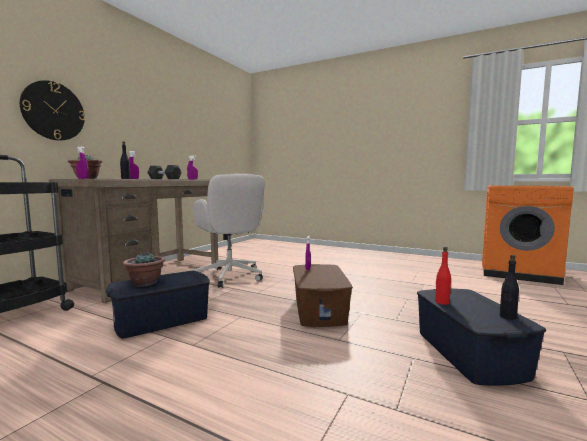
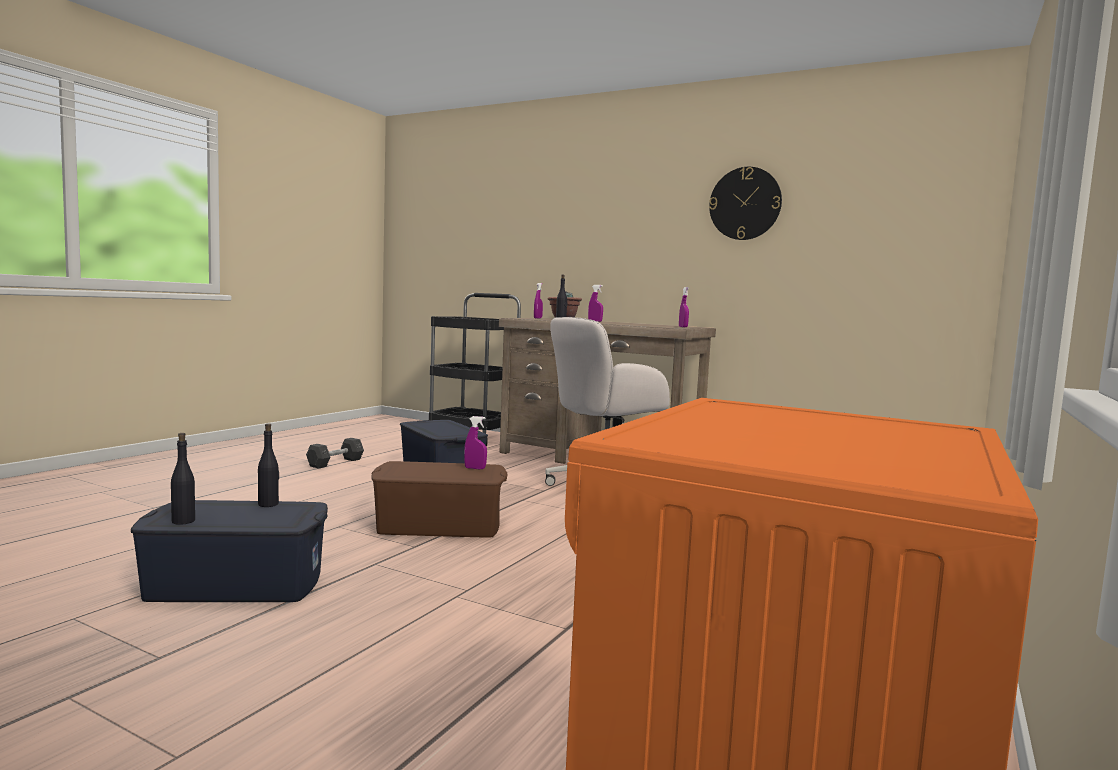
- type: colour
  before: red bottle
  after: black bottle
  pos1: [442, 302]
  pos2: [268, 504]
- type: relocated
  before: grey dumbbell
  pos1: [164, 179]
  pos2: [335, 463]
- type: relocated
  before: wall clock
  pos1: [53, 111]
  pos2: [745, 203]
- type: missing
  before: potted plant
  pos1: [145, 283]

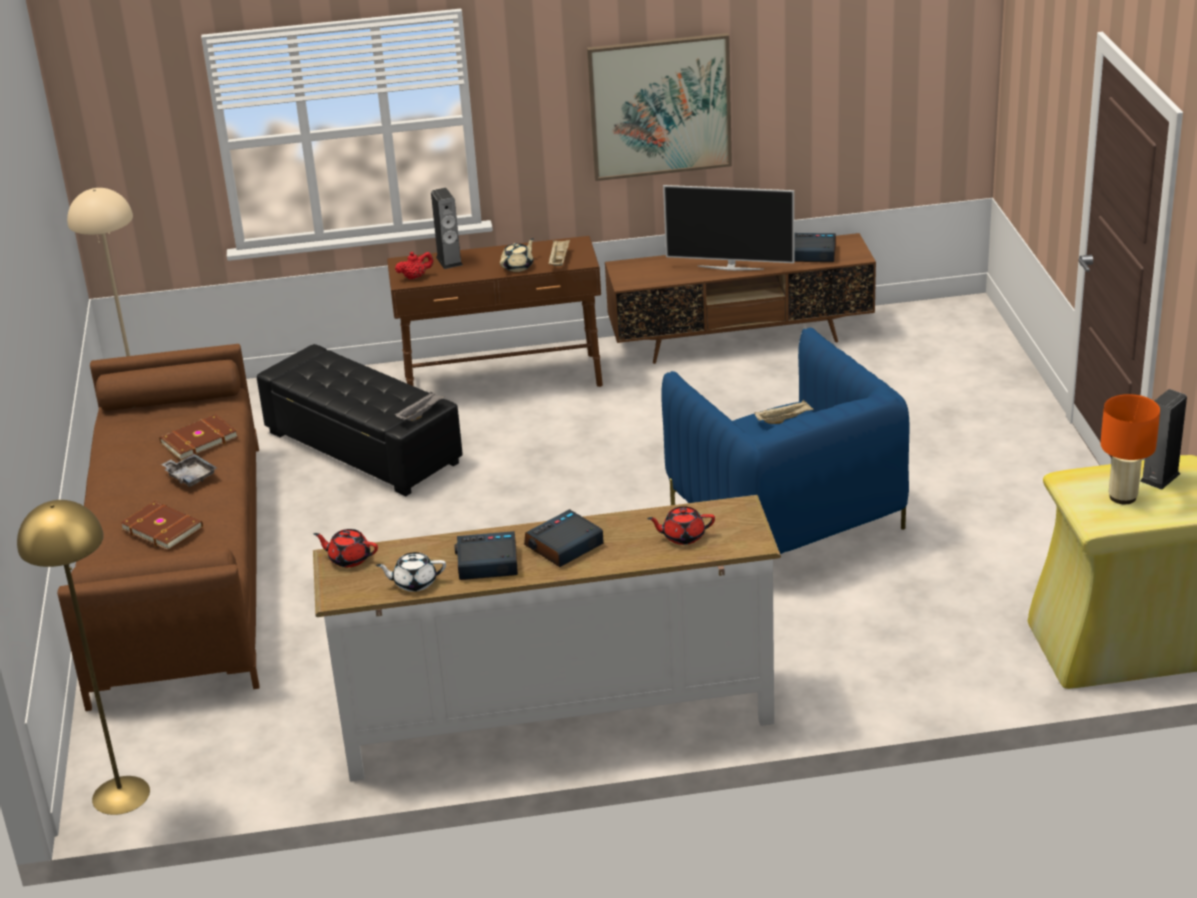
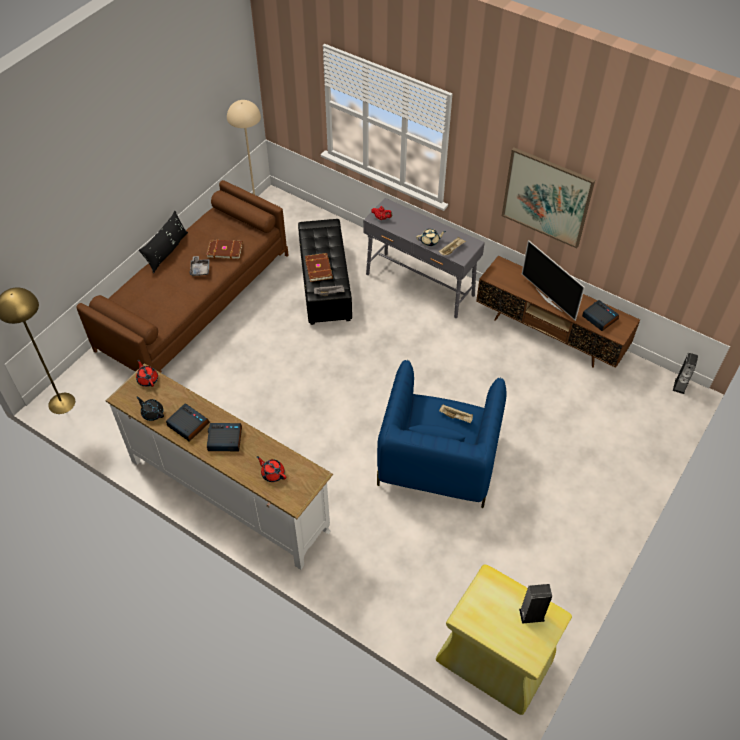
- type: colour
  before: white teapot
  after: black teapot
  pos1: [414, 583]
  pos2: [152, 413]
- type: appeared
  after: black pillow
  pos2: [167, 251]
- type: relocated
  before: brown book
  pos1: [163, 528]
  pos2: [319, 268]
- type: colour
  before: brown console table
  after: grey console table
  pos1: [503, 382]
  pos2: [419, 285]
- type: relocated
  before: speaker
  pos1: [449, 261]
  pos2: [679, 386]
- type: missing
  before: orange table lamp
  pos1: [1123, 497]

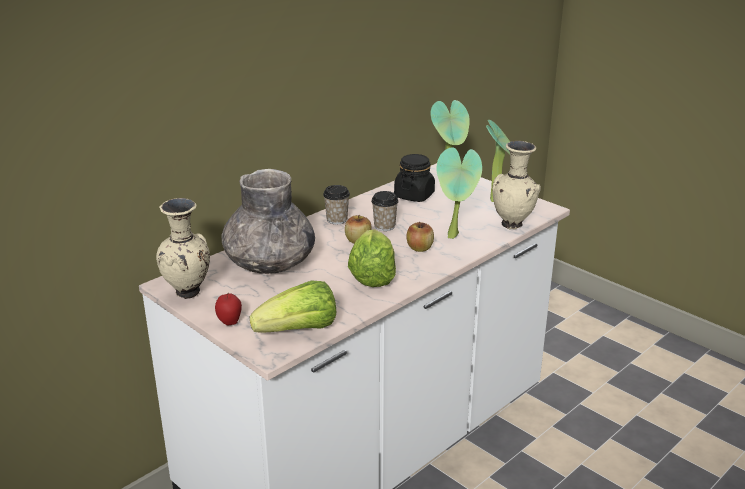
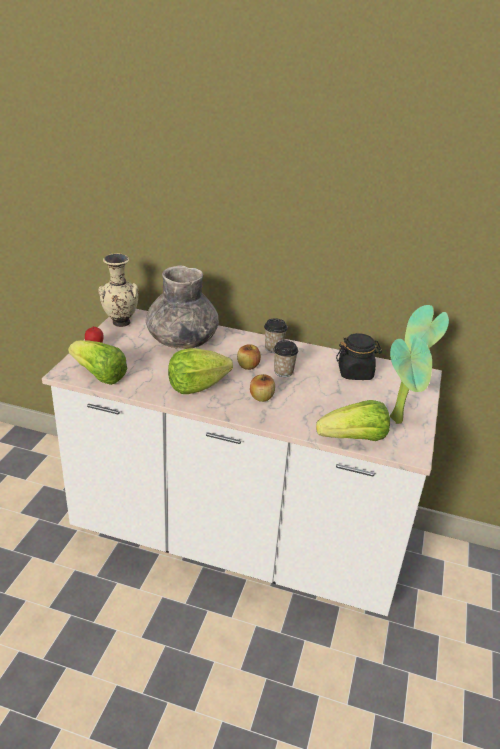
- type: exchanged
  before: beige vase
  after: lettuce
  pos1: [513, 225]
  pos2: [354, 439]
- type: missing
  before: potted plant
  pos1: [455, 236]

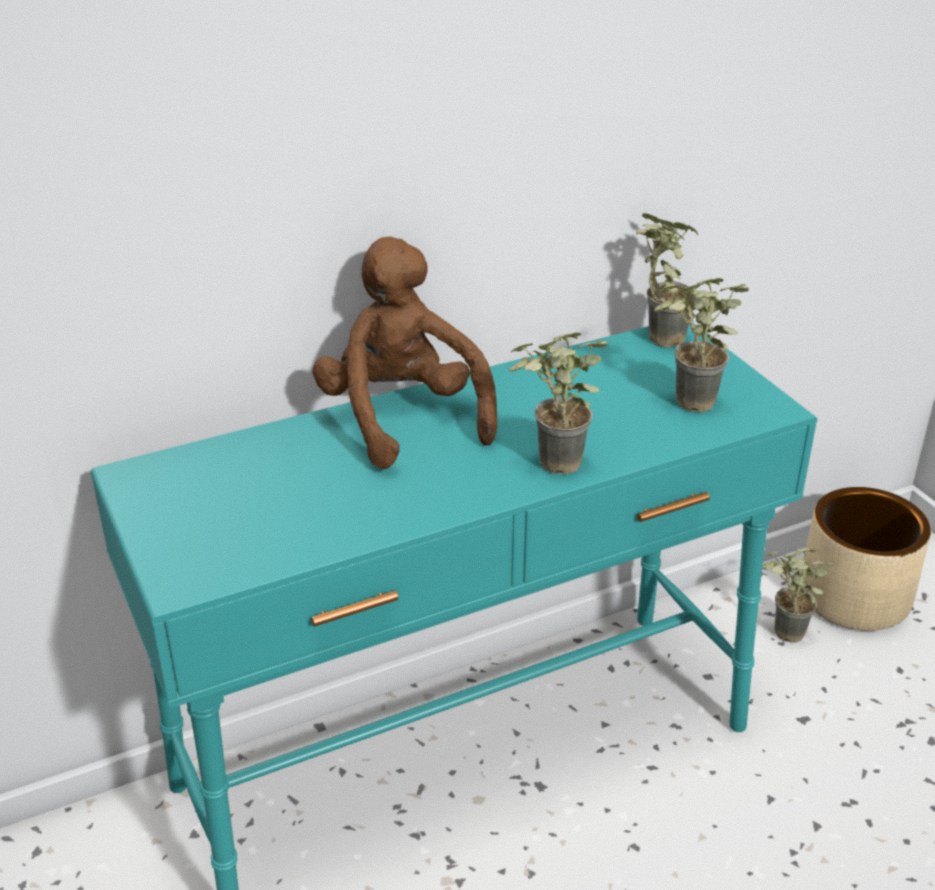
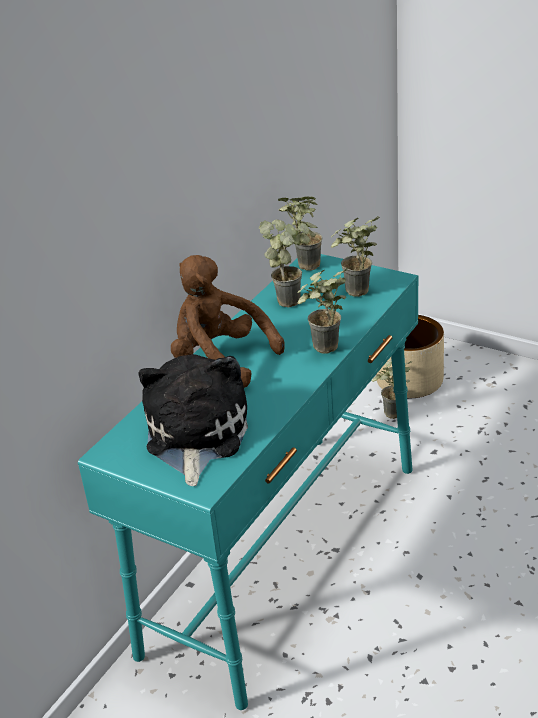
- type: appeared
  after: plush toy
  pos2: [195, 436]
- type: appeared
  after: potted plant
  pos2: [291, 298]

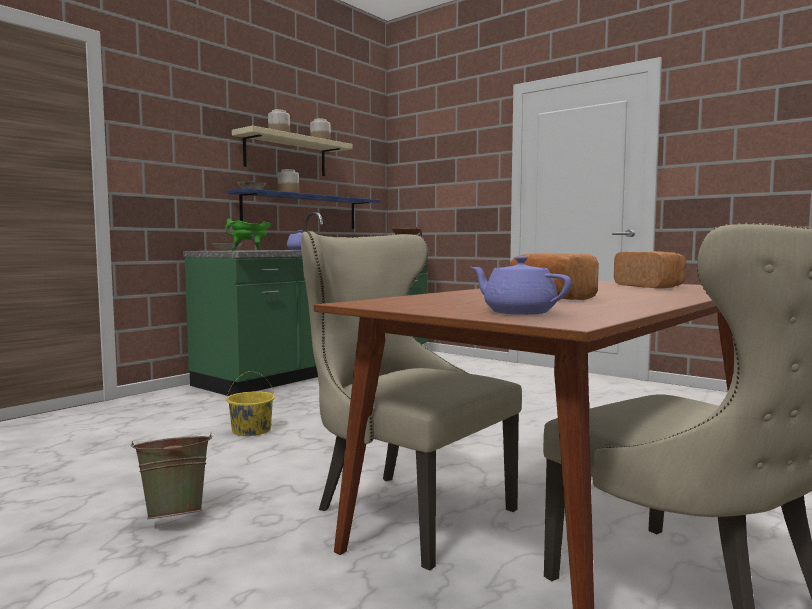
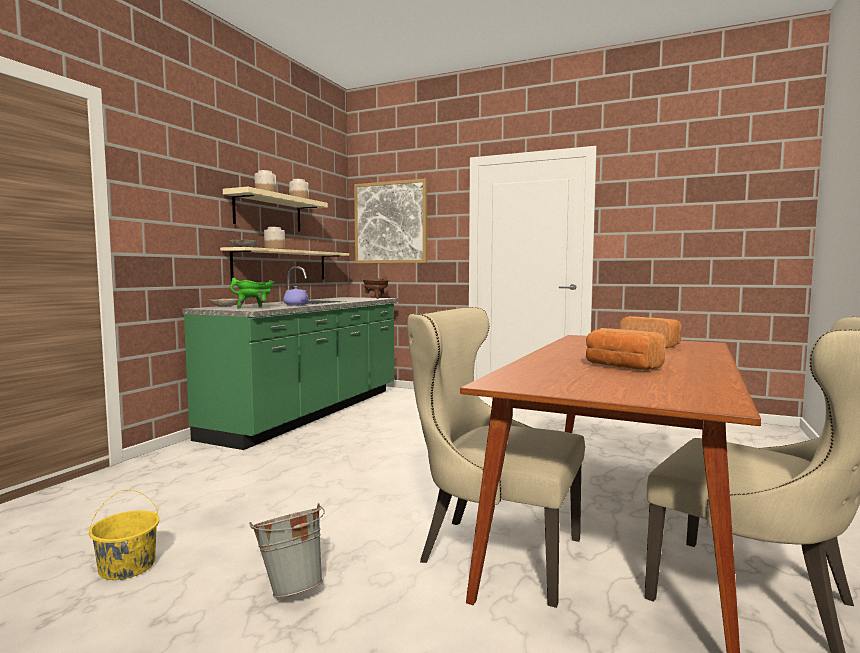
- type: relocated
  before: yellow bucket
  pos1: [251, 430]
  pos2: [126, 567]
- type: colour
  before: blue shelf
  after: beige shelf
  pos1: [301, 212]
  pos2: [282, 265]
- type: colour
  before: green bucket
  after: grey bucket
  pos1: [176, 515]
  pos2: [291, 587]
- type: appeared
  after: picture
  pos2: [390, 222]
- type: missing
  before: purple teapot
  pos1: [517, 312]

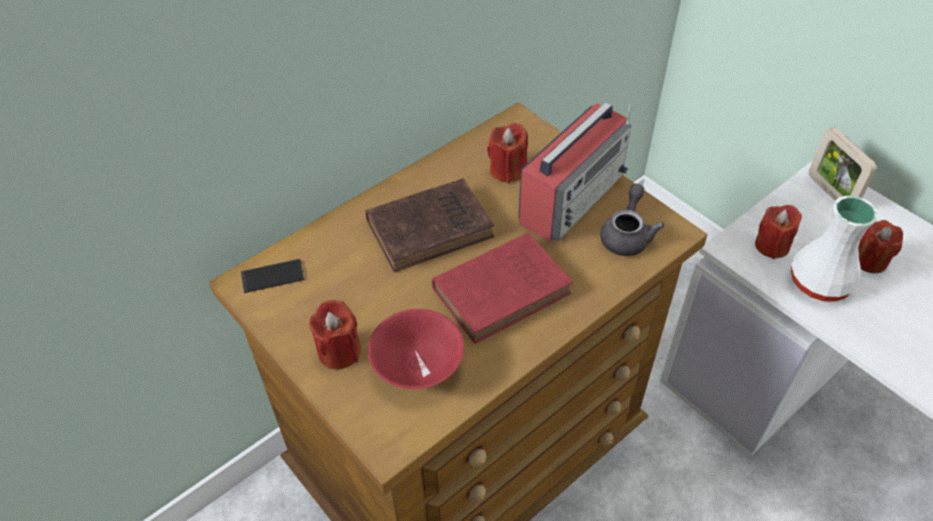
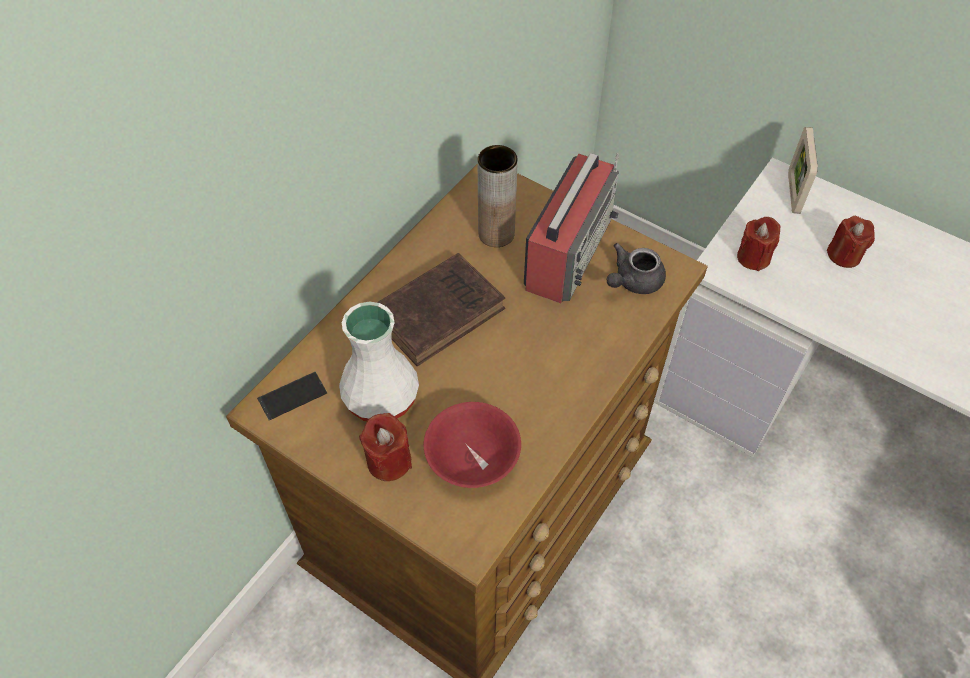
- type: relocated
  before: white vase
  pos1: [820, 284]
  pos2: [381, 399]
- type: exchanged
  before: red candle
  after: brown vase
  pos1: [507, 170]
  pos2: [496, 234]
- type: spun
  before: grey teapot
  pos1: [627, 235]
  pos2: [633, 281]
  turn: -135
- type: spun
  before: picture frame
  pos1: [830, 193]
  pos2: [793, 193]
  turn: 45
- type: missing
  before: red book
  pos1: [504, 290]

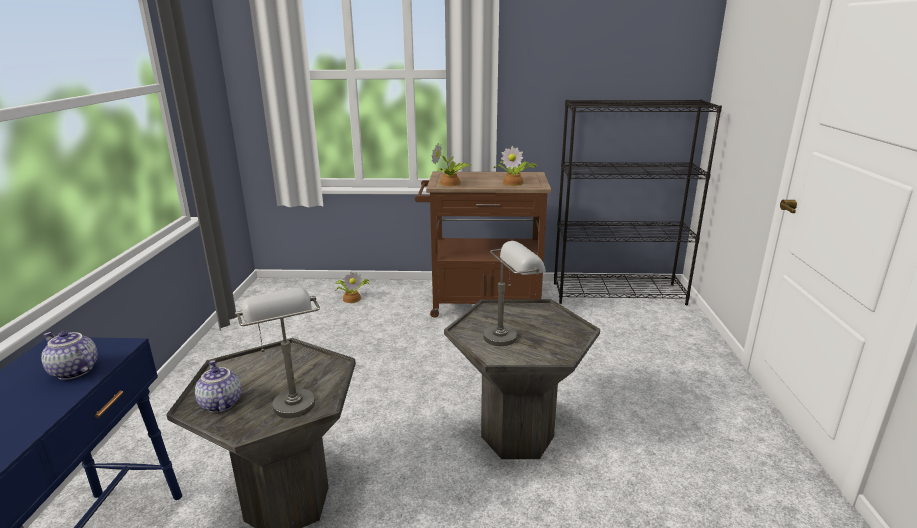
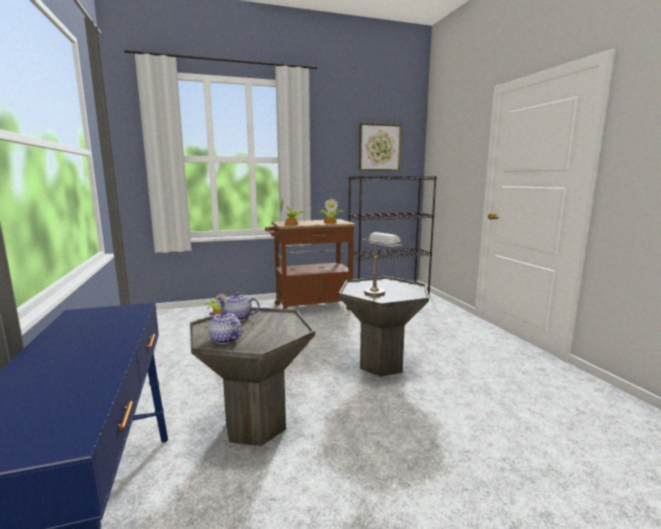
- type: relocated
  before: teapot
  pos1: [73, 371]
  pos2: [238, 318]
- type: appeared
  after: picture
  pos2: [379, 147]
- type: missing
  before: grey table lamp
  pos1: [289, 397]

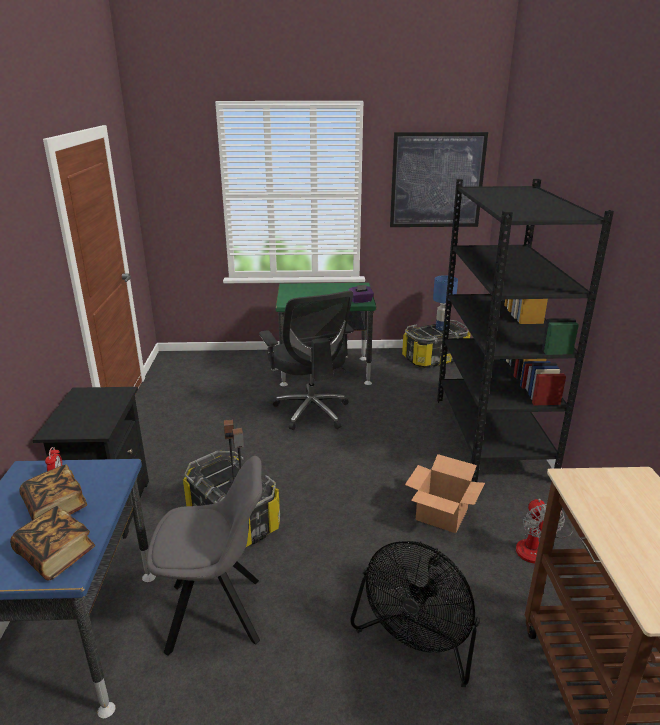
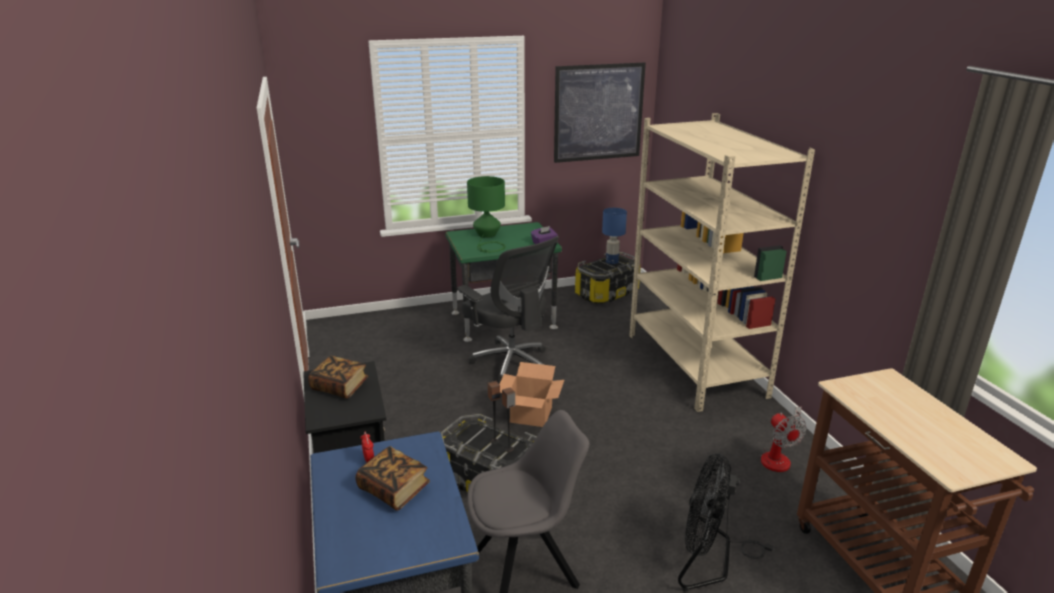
- type: relocated
  before: book
  pos1: [56, 555]
  pos2: [340, 387]
- type: appeared
  after: green table lamp
  pos2: [488, 239]
- type: relocated
  before: cardboard box
  pos1: [442, 514]
  pos2: [531, 414]
- type: colour
  before: black bookcase
  after: beige bookcase
  pos1: [490, 437]
  pos2: [695, 364]
- type: spun
  before: black fan
  pos1: [414, 637]
  pos2: [711, 553]
  turn: 90

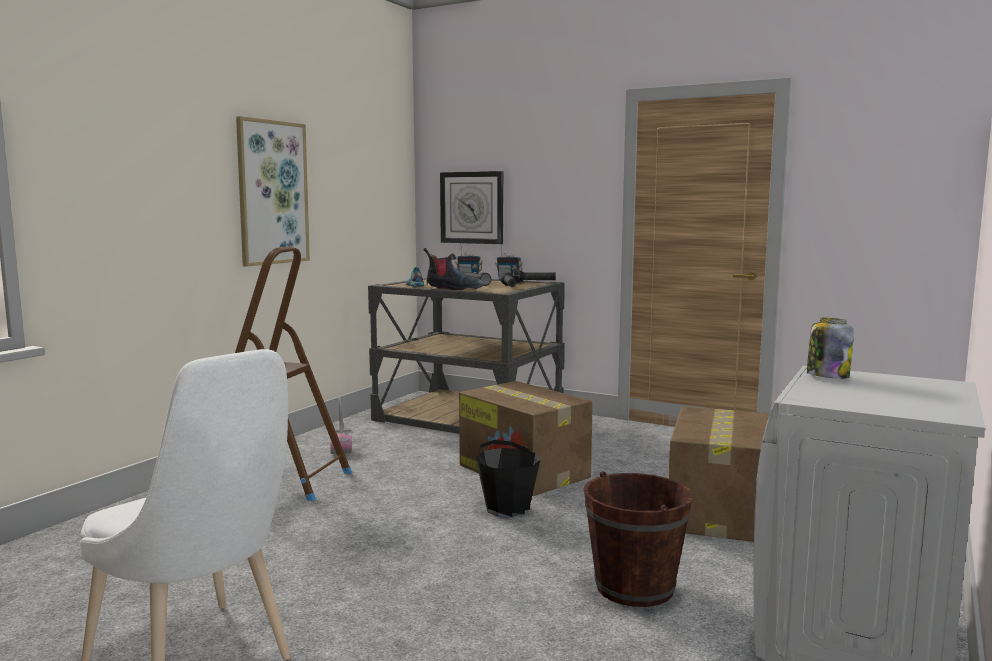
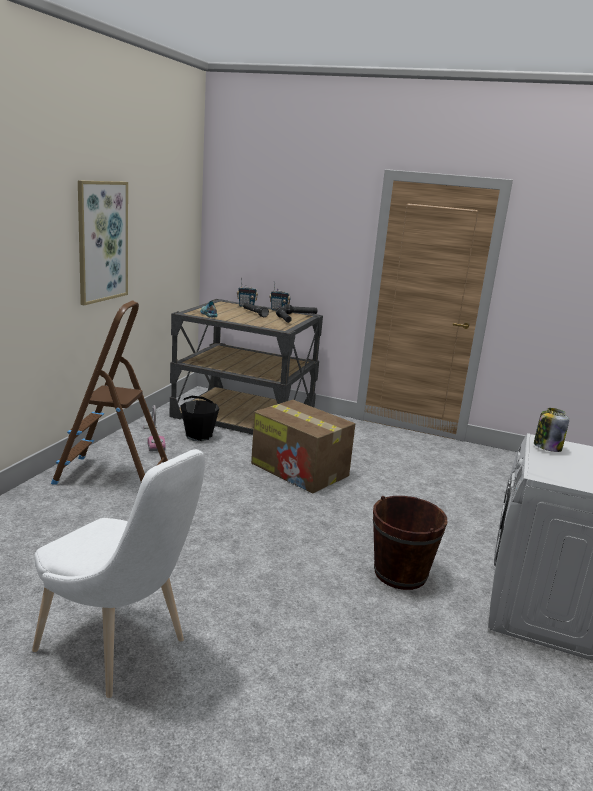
- type: relocated
  before: black bucket
  pos1: [507, 508]
  pos2: [198, 435]
- type: missing
  before: boot
  pos1: [453, 288]
- type: missing
  before: wall clock
  pos1: [472, 207]
- type: missing
  before: cardboard box
  pos1: [718, 511]

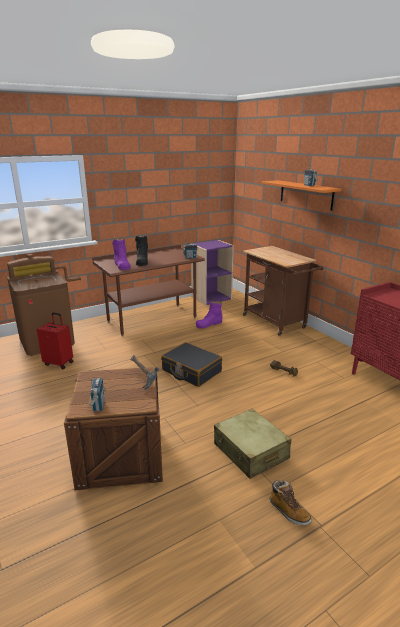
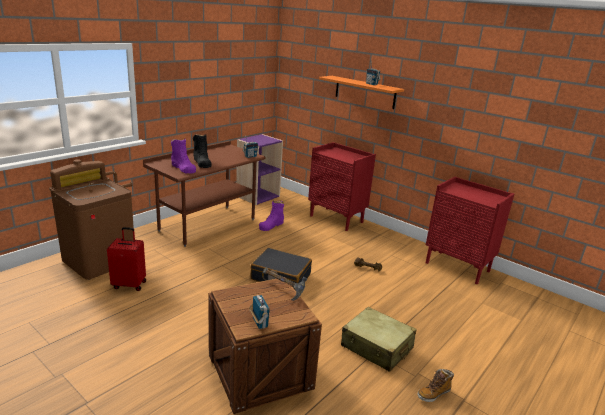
- type: exchanged
  before: brown cart
  after: red cabinet
  pos1: [276, 323]
  pos2: [336, 219]
- type: spun
  before: boot
  pos1: [288, 511]
  pos2: [433, 393]
  turn: 120

